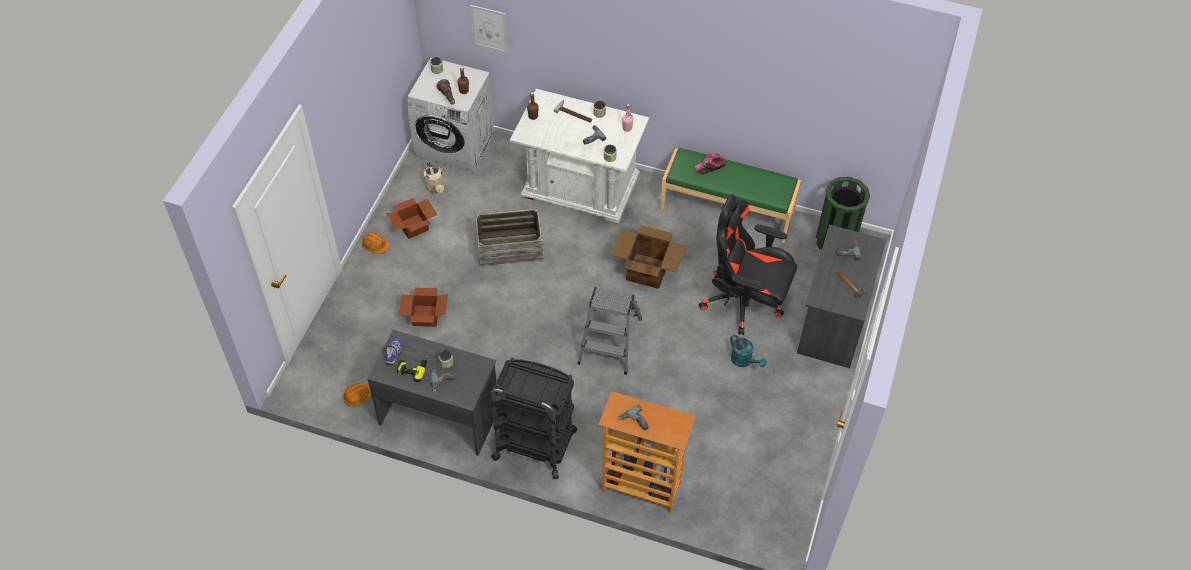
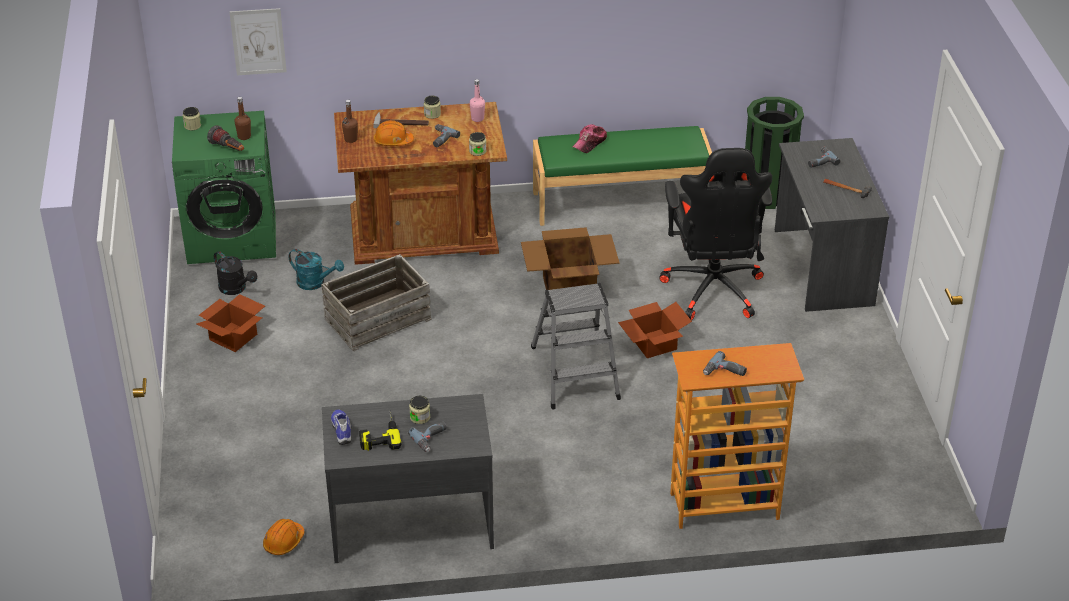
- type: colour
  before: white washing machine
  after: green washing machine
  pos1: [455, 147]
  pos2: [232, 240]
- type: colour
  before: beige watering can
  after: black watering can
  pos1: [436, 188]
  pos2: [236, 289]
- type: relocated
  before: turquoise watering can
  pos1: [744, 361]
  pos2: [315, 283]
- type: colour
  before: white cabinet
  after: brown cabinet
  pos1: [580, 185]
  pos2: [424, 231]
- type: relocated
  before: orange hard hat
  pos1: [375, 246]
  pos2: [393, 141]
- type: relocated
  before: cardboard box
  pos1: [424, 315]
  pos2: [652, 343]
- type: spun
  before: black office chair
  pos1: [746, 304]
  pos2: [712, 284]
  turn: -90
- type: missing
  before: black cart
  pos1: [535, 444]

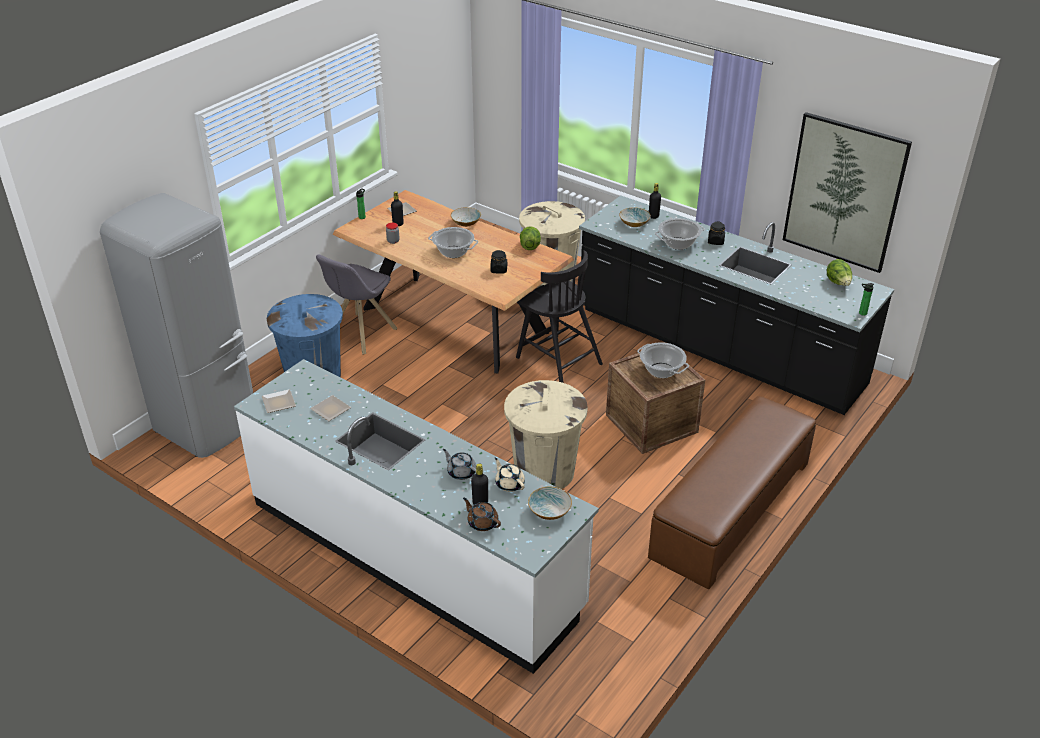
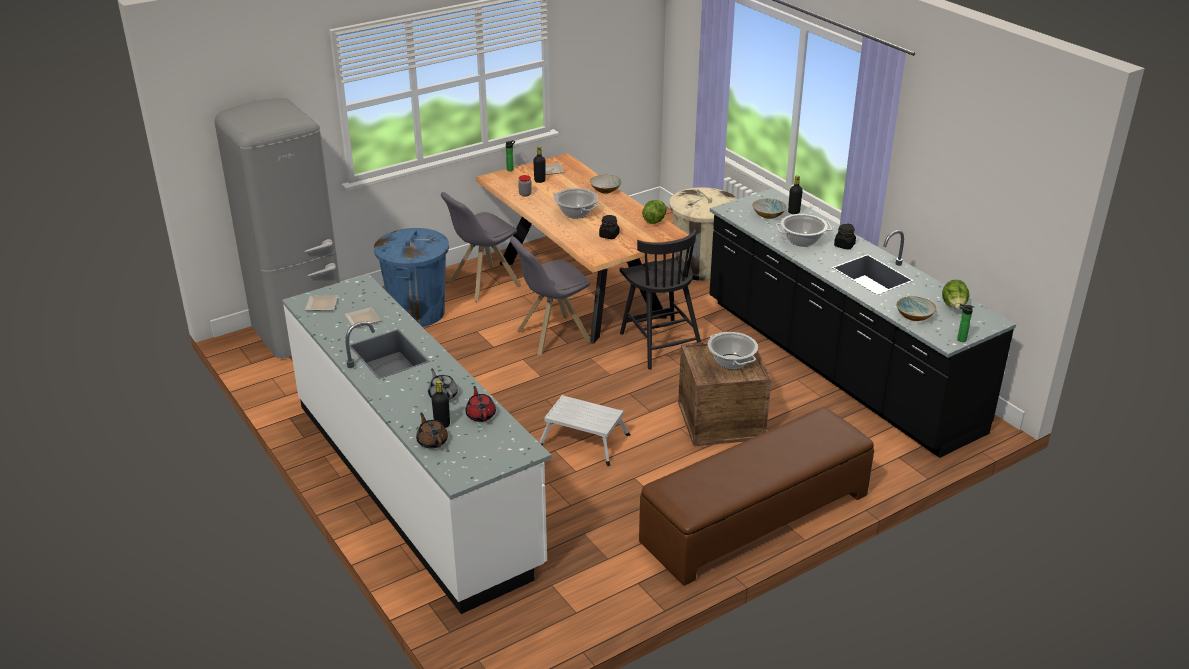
- type: colour
  before: beige teapot
  after: red teapot
  pos1: [509, 484]
  pos2: [480, 415]
- type: appeared
  after: grey chair
  pos2: [552, 336]
- type: exchanged
  before: beige trash can
  after: white step ladder
  pos1: [544, 472]
  pos2: [583, 440]
- type: relocated
  before: bowl
  pos1: [550, 511]
  pos2: [914, 316]
- type: missing
  before: picture
  pos1: [844, 192]

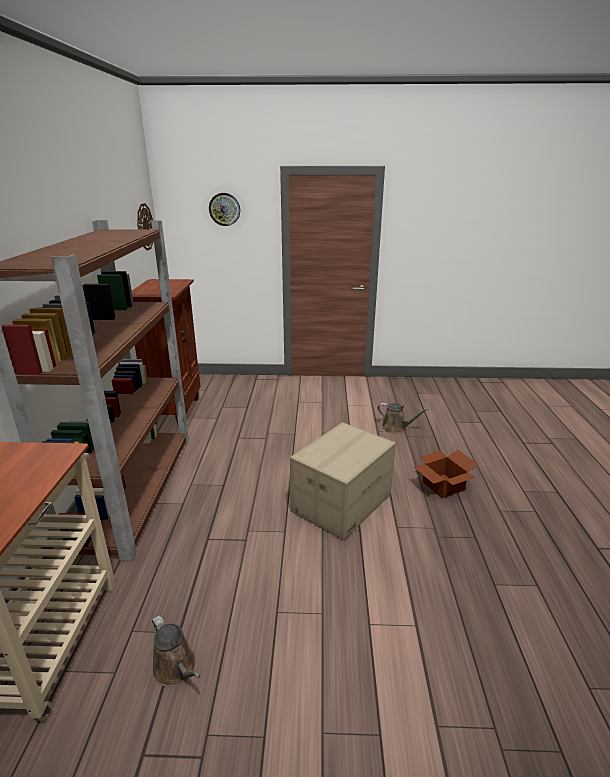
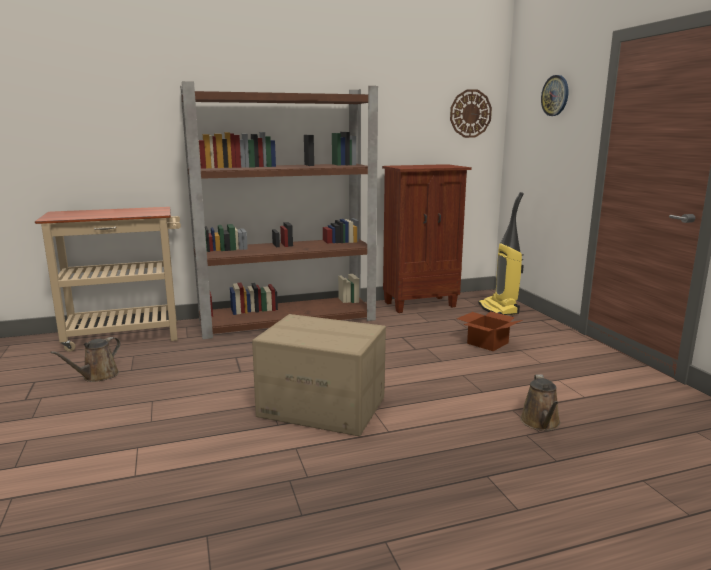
- type: relocated
  before: cardboard box
  pos1: [442, 486]
  pos2: [487, 342]
- type: appeared
  after: vacuum cleaner
  pos2: [499, 309]

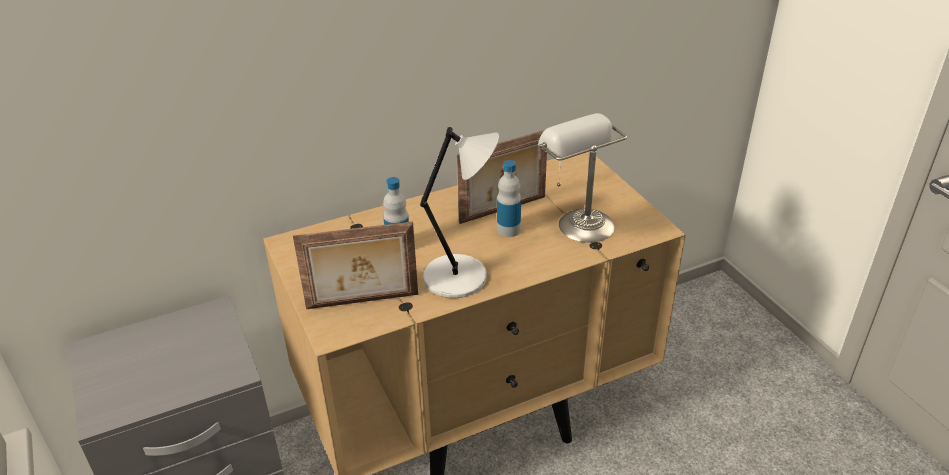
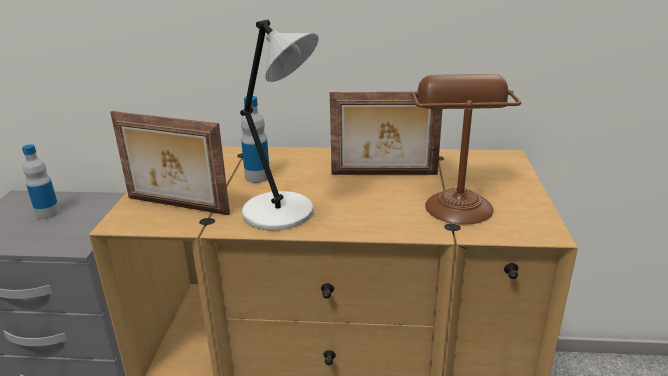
- type: relocated
  before: bottle
  pos1: [508, 230]
  pos2: [47, 213]
- type: colour
  before: white table lamp
  after: brown table lamp
  pos1: [578, 219]
  pos2: [454, 200]

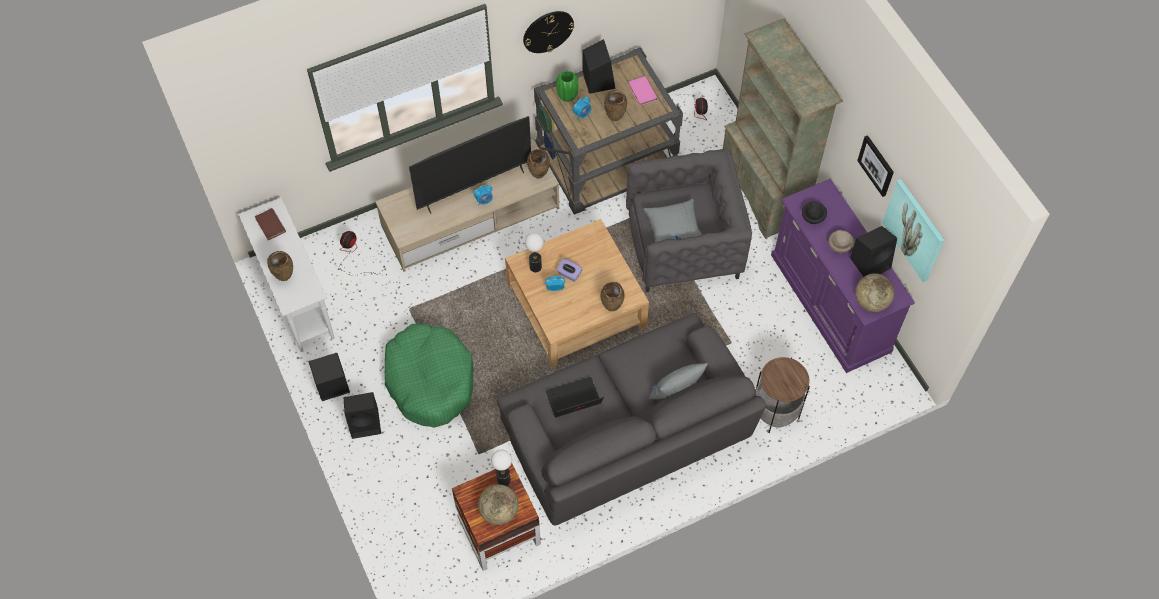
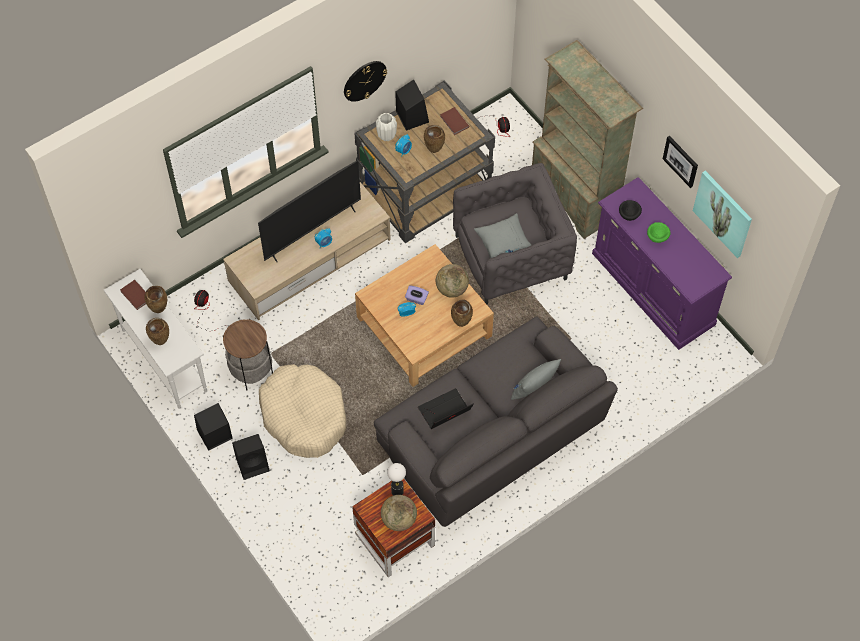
- type: relocated
  before: brown vase
  pos1: [539, 176]
  pos2: [159, 310]
- type: relocated
  before: side table
  pos1: [775, 411]
  pos2: [251, 370]
- type: colour
  before: green dog bed
  after: beige dog bed
  pos1: [430, 380]
  pos2: [304, 415]
- type: colour
  before: green vase
  after: white vase
  pos1: [567, 96]
  pos2: [386, 136]
- type: relocated
  before: globe
  pos1: [871, 301]
  pos2: [451, 289]
- type: colour
  before: pink book
  after: brown book
  pos1: [642, 92]
  pos2: [454, 122]
- type: colour
  before: beige bowl
  after: green bowl
  pos1: [840, 246]
  pos2: [658, 236]
- type: missing
  before: table lamp
  pos1: [535, 267]
- type: missing
  before: black speaker
  pos1: [871, 262]

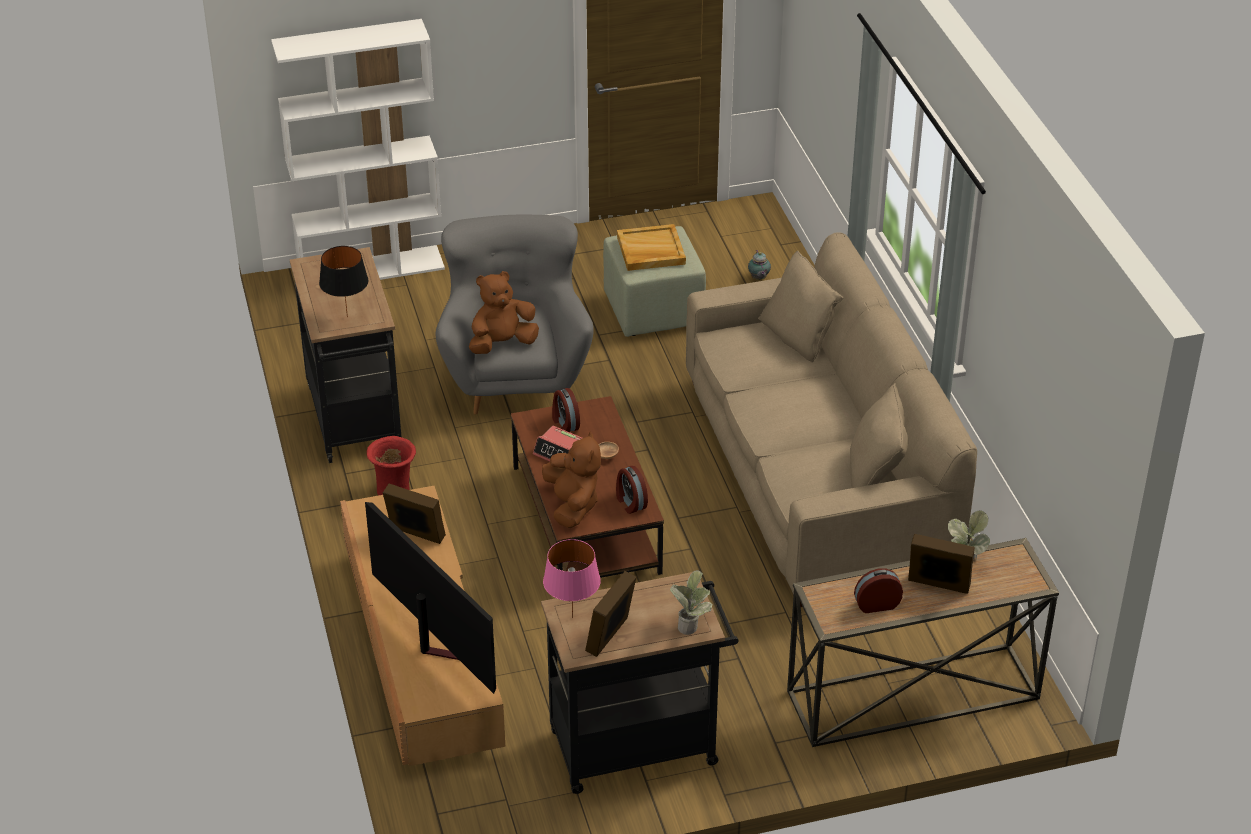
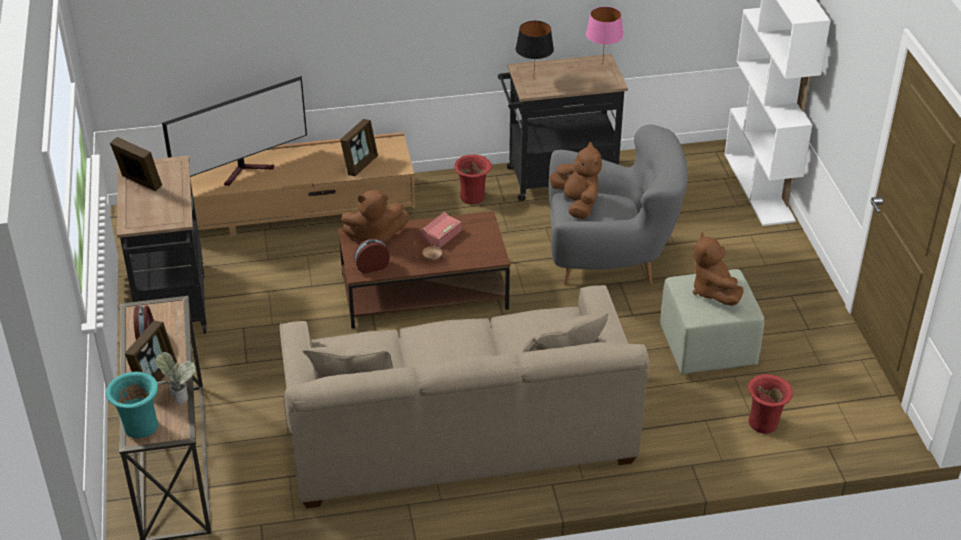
- type: appeared
  after: turquoise vase
  pos2: [140, 428]
- type: relocated
  before: pink table lamp
  pos1: [572, 618]
  pos2: [602, 63]
- type: exchanged
  before: beige tray
  after: brown plush toy
  pos1: [650, 251]
  pos2: [713, 291]
- type: exchanged
  before: teapot
  after: red vase
  pos1: [758, 278]
  pos2: [764, 423]
- type: missing
  before: alarm clock
  pos1: [565, 424]
- type: missing
  before: potted plant
  pos1: [690, 625]

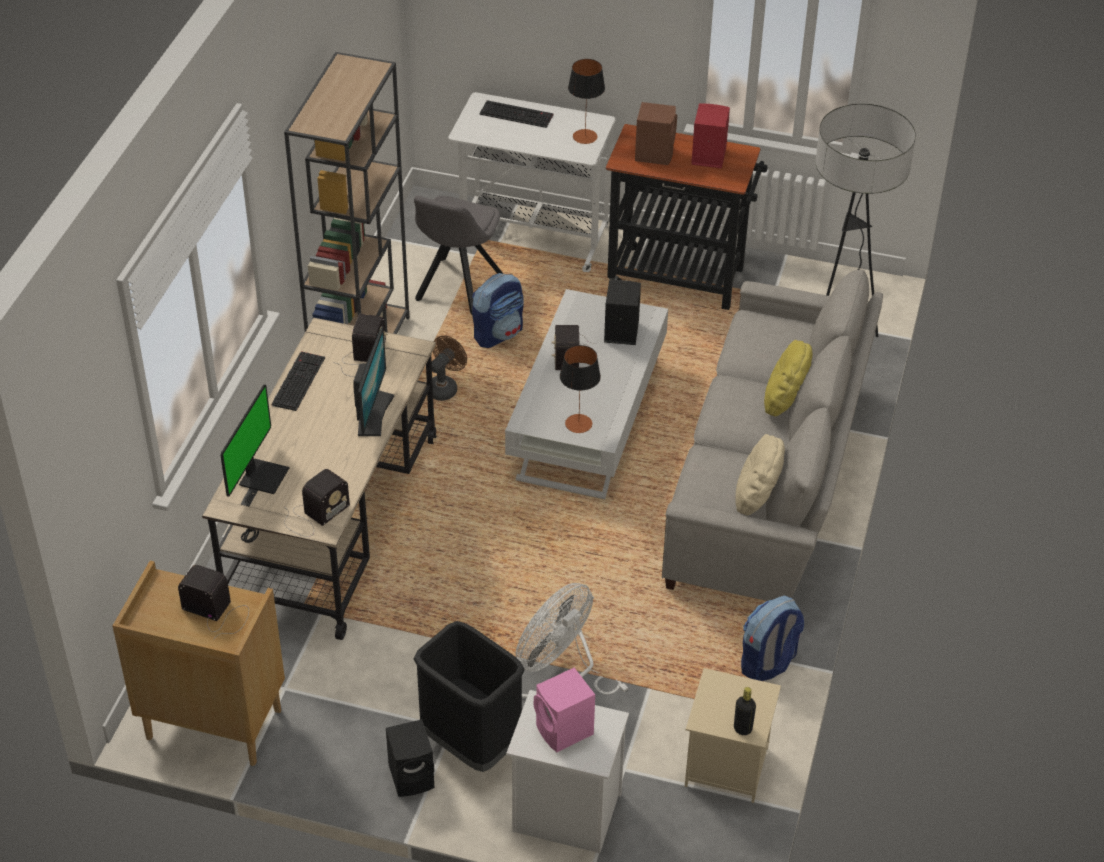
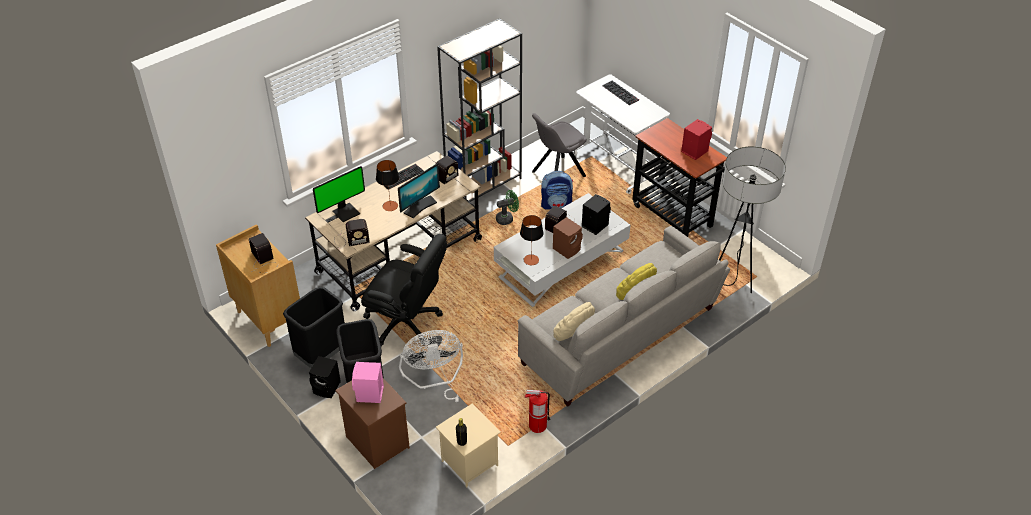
- type: appeared
  after: black trash can
  pos2: [321, 355]
- type: colour
  before: white nightstand
  after: brown nightstand
  pos1: [563, 813]
  pos2: [376, 441]
- type: appeared
  after: black office chair
  pos2: [407, 325]
- type: relocated
  before: table lamp
  pos1: [585, 136]
  pos2: [390, 206]
- type: colour
  before: brown fan
  after: green fan
  pos1: [445, 387]
  pos2: [507, 218]
- type: exchanged
  before: backpack
  after: fire extinguisher
  pos1: [768, 663]
  pos2: [537, 426]
- type: relocated
  before: brown speaker
  pos1: [654, 153]
  pos2: [567, 249]

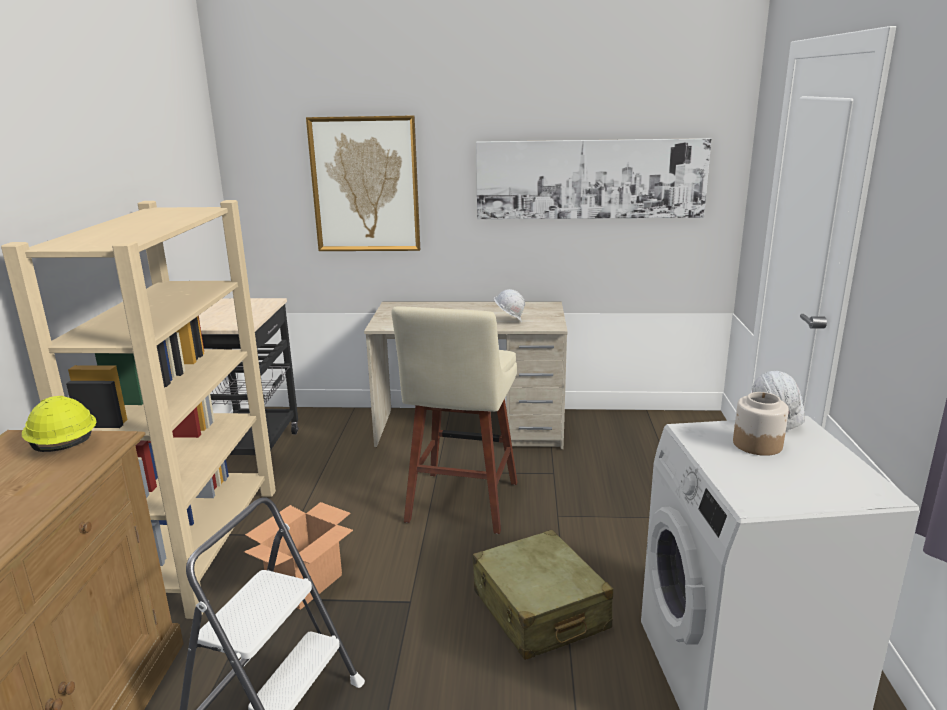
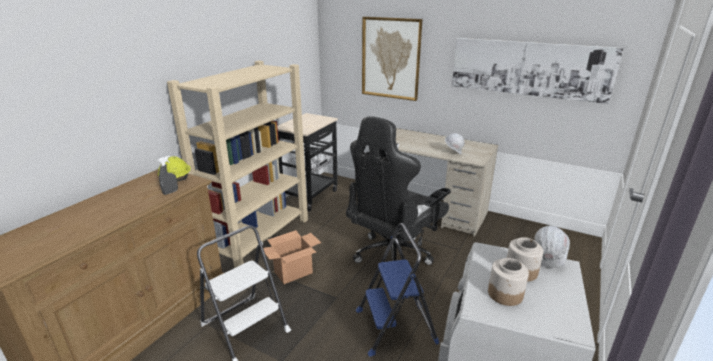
- type: appeared
  after: grey spray bottle
  pos2: [170, 192]
- type: exchanged
  before: beige stool
  after: black office chair
  pos1: [461, 504]
  pos2: [395, 253]
- type: exchanged
  before: beige suitcase
  after: blue step ladder
  pos1: [539, 610]
  pos2: [399, 326]
- type: appeared
  after: jar
  pos2: [505, 294]

